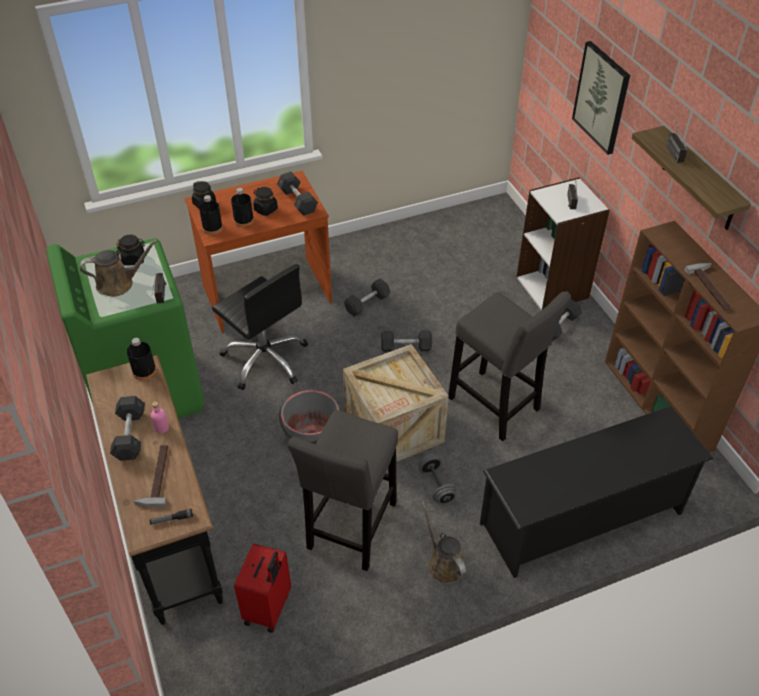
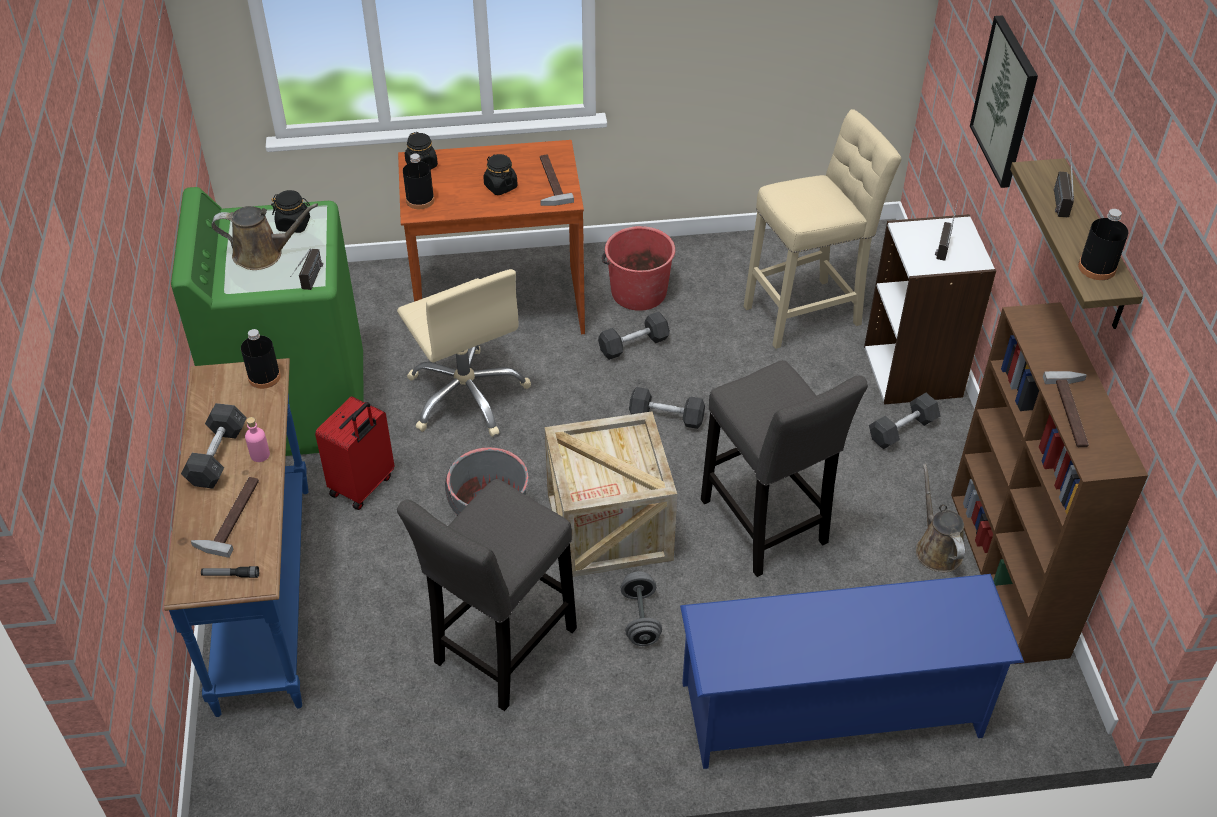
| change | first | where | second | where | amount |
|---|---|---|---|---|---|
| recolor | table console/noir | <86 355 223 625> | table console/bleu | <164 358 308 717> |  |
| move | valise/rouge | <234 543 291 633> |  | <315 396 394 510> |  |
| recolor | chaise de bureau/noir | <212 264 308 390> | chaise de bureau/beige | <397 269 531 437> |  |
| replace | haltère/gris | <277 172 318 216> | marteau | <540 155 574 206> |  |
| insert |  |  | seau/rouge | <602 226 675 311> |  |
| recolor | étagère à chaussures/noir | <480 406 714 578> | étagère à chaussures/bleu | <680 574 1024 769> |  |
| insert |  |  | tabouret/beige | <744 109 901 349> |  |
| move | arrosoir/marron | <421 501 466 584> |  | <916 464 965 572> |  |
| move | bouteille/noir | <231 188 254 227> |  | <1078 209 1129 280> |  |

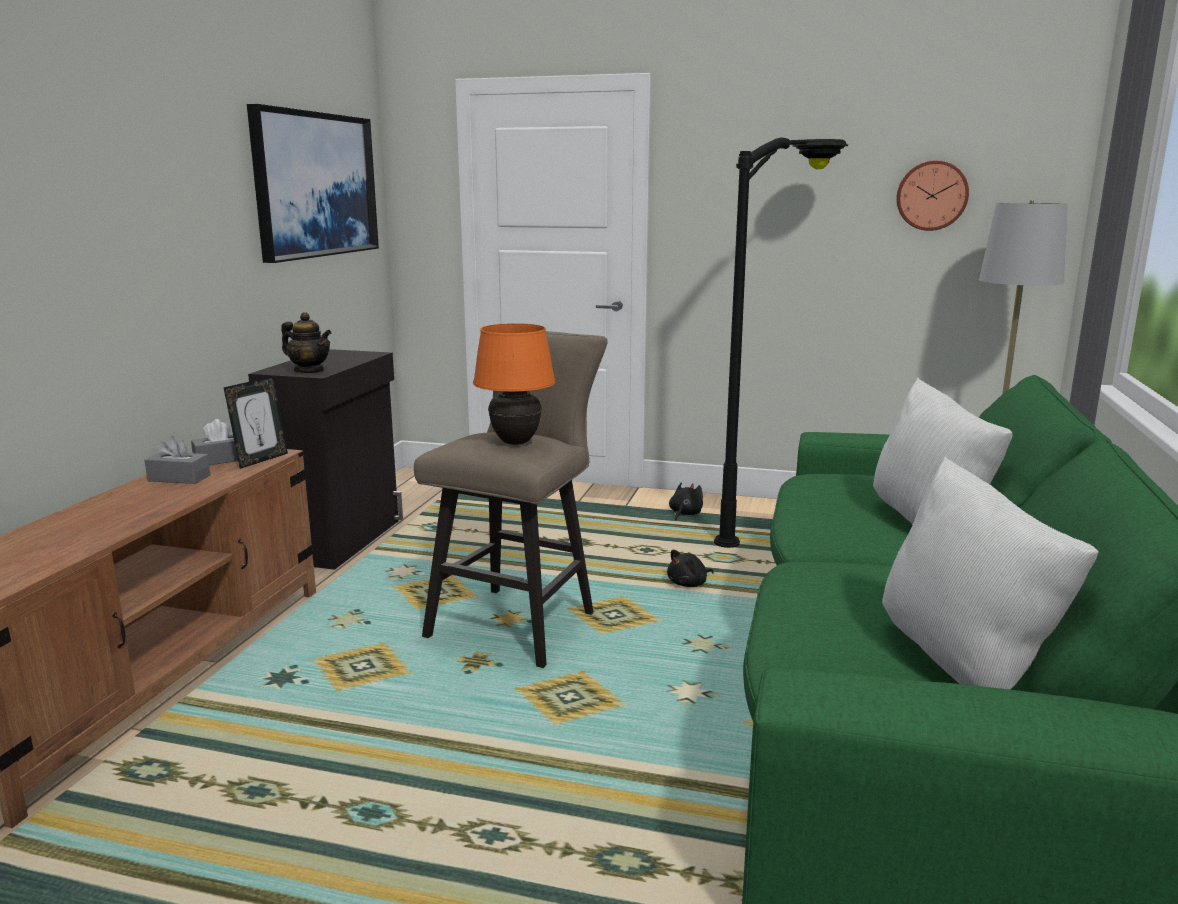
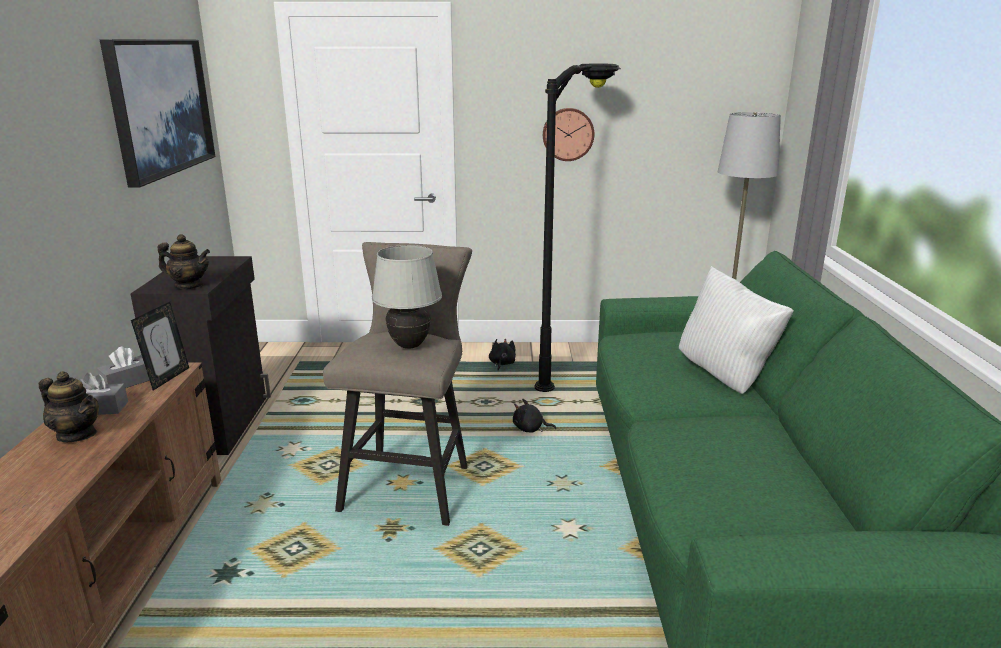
| change | first | where | second | where | amount |
|---|---|---|---|---|---|
| insert |  |  | théière | <39 371 99 442> |  |
| recolor | lampe de table/orange | <473 323 556 445> | lampe de table/blanc | <372 245 442 349> |  |
| rotate | peluche/noir | <667 549 714 587> |  | <513 399 556 432> | 60 degrees clockwise |
| move | horloge murale | <896 160 969 231> |  | <543 108 594 161> |  |
| delete | coussin/blanc | <882 457 1098 689> |  |  |  |

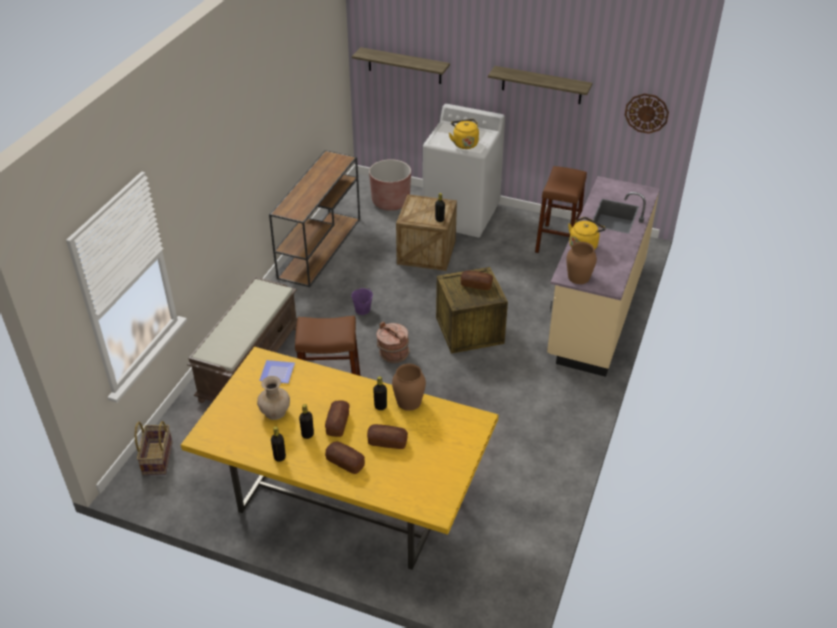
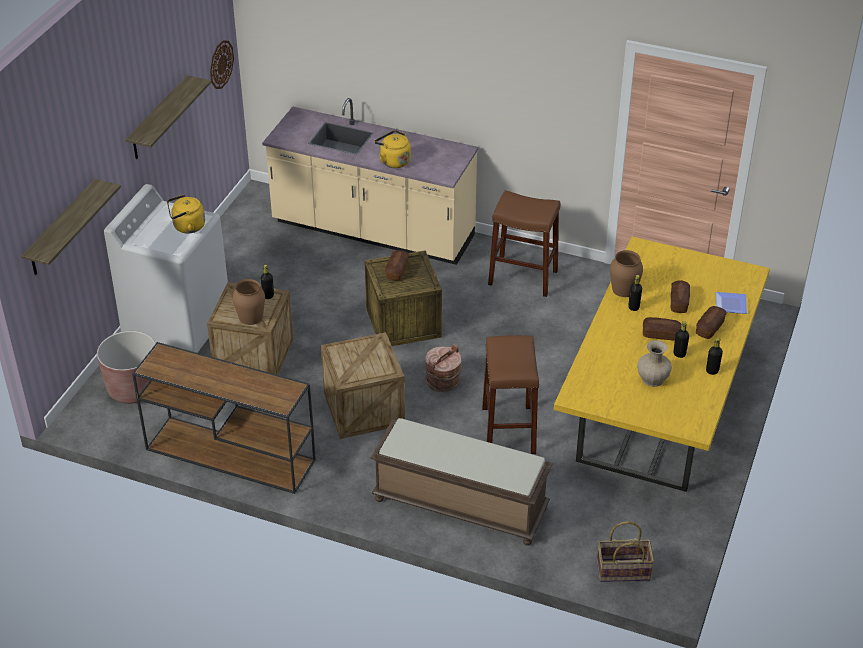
| change | first | where | second | where | amount |
|---|---|---|---|---|---|
| move | vase/marron | <566 242 597 284> |  | <233 279 265 325> |  |
| replace | seau/violet | <351 285 373 315> | caisse | <321 332 405 439> |  |
| move | tabouret/marron | <535 166 587 253> |  | <488 190 560 297> |  |
| move | assiette | <259 360 295 383> |  | <716 292 747 314> |  |

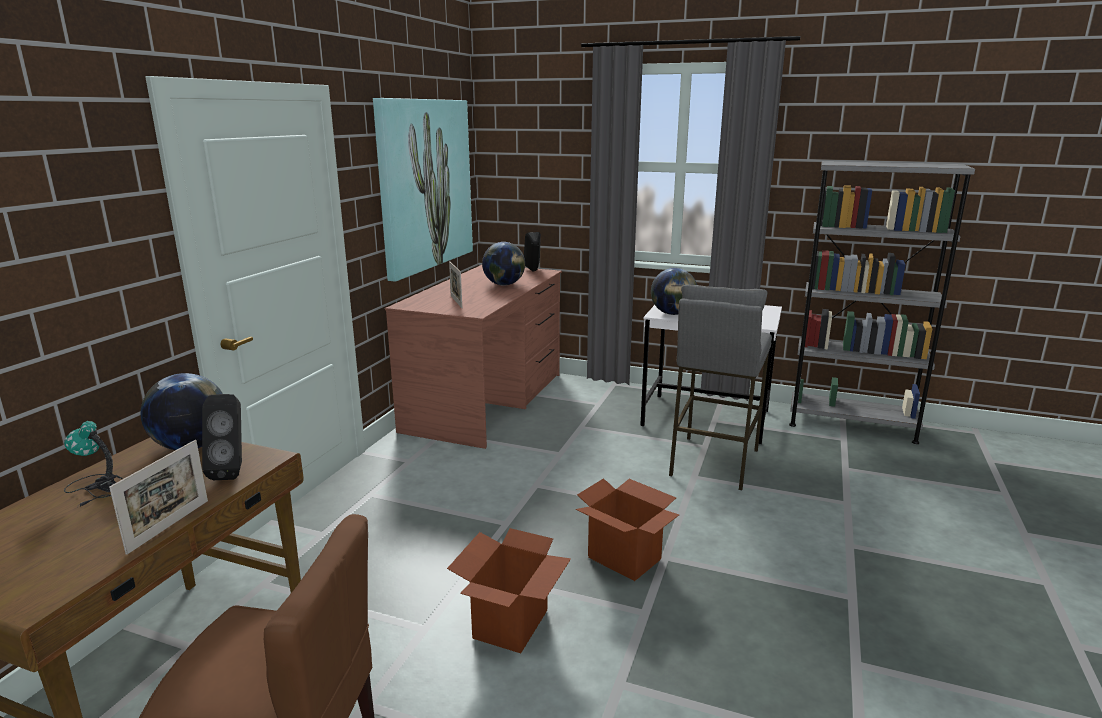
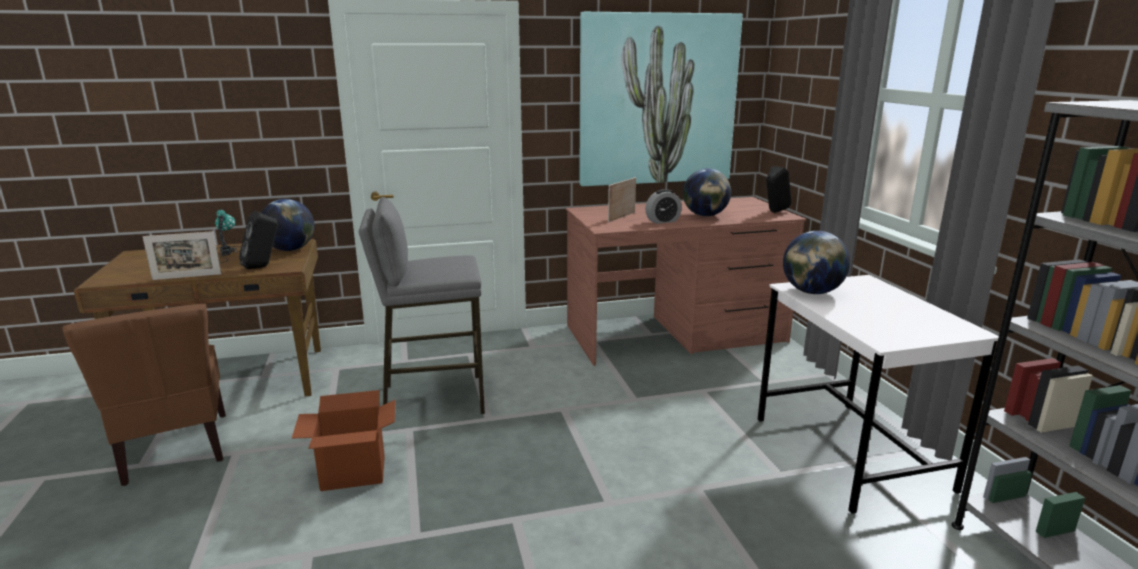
| change | first | where | second | where | amount |
|---|---|---|---|---|---|
| move | tabouret/gris | <669 285 772 490> |  | <359 197 485 414> |  |
| insert |  |  | réveil | <645 189 682 224> |  |
| delete | carton | <575 478 679 581> |  |  |  |

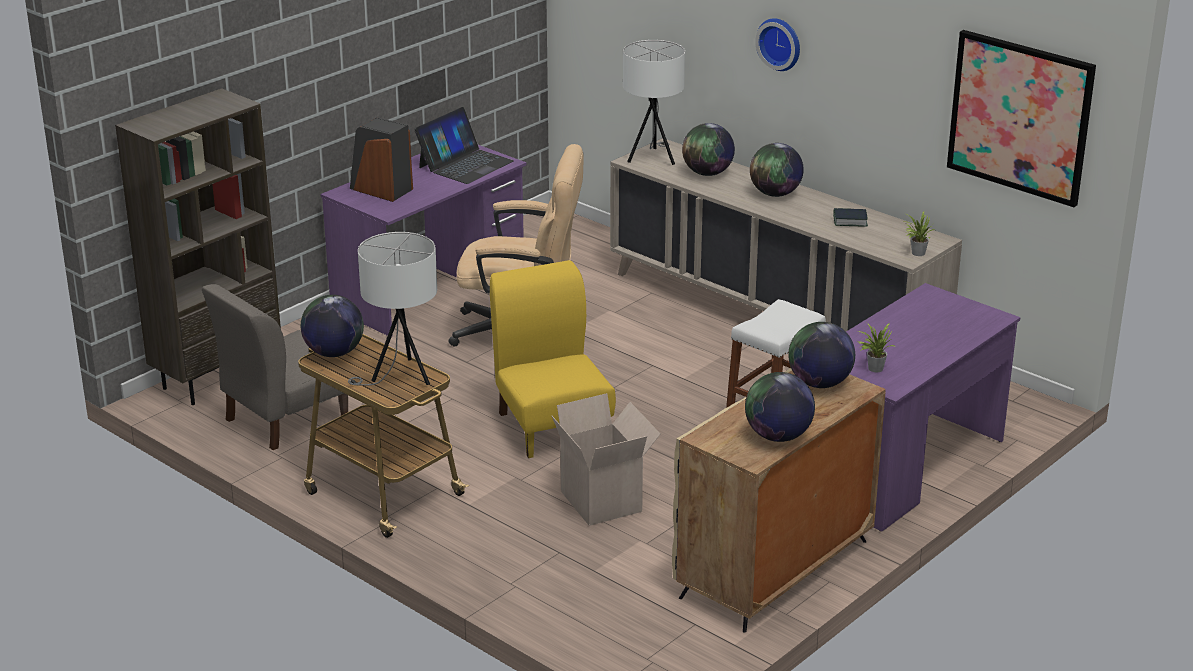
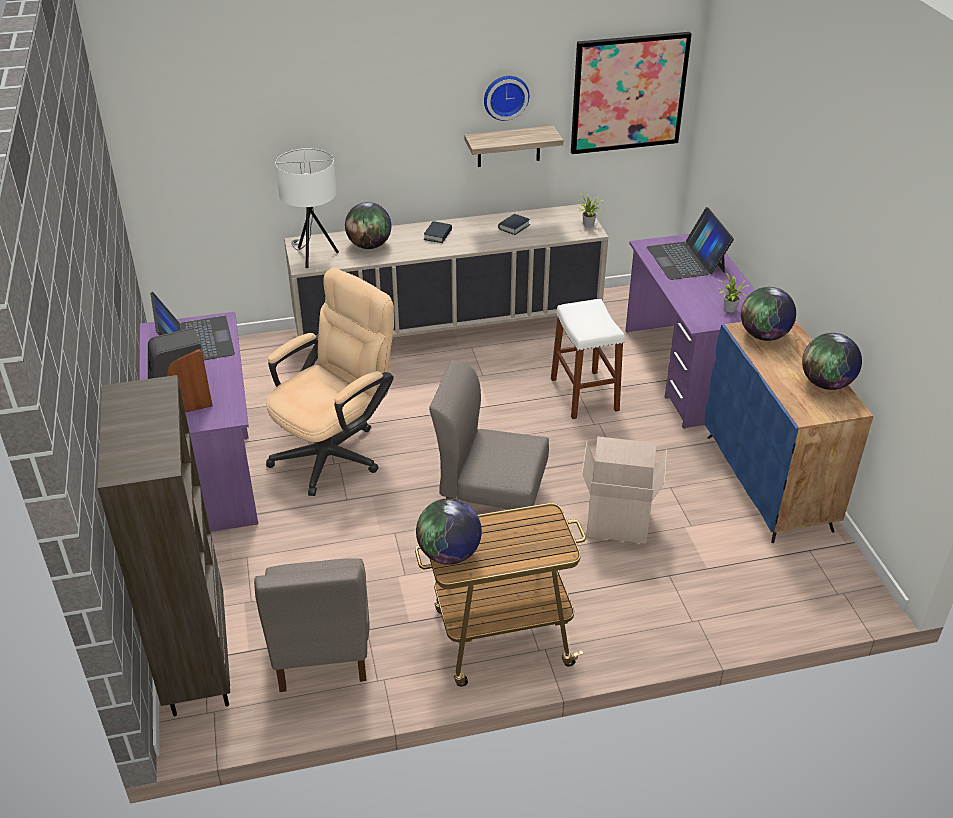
| change | first | where | second | where | amount |
|---|---|---|---|---|---|
| replace | globe | <750 143 804 197> | livre | <423 221 452 243> |  |
| recolor | chaise/jaune | <490 260 616 458> | chaise/gris | <429 360 549 510> |  |
| insert |  |  | étagère | <464 125 563 167> |  |
| move | horloge murale | <755 18 800 71> |  | <484 76 529 121> |  |
| insert |  |  | ordinateur portable | <647 207 734 280> |  |
| recolor | meuble de rangement/beige | <672 368 886 633> | meuble de rangement/bleu | <705 320 873 543> |  |
| delete | lampe de table/blanc | <348 232 437 385> |  |  |  |

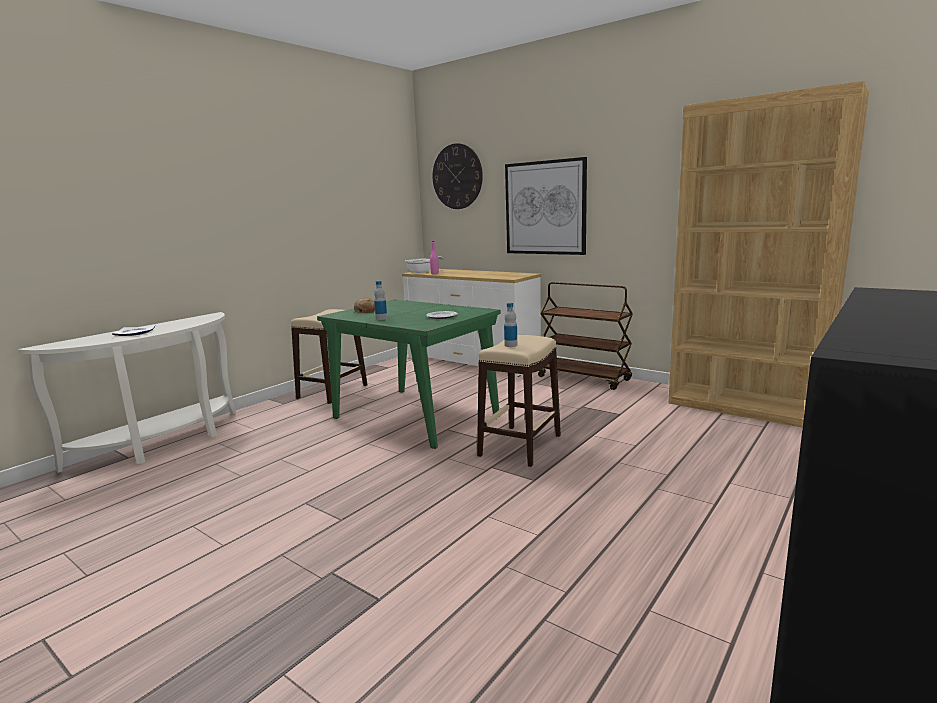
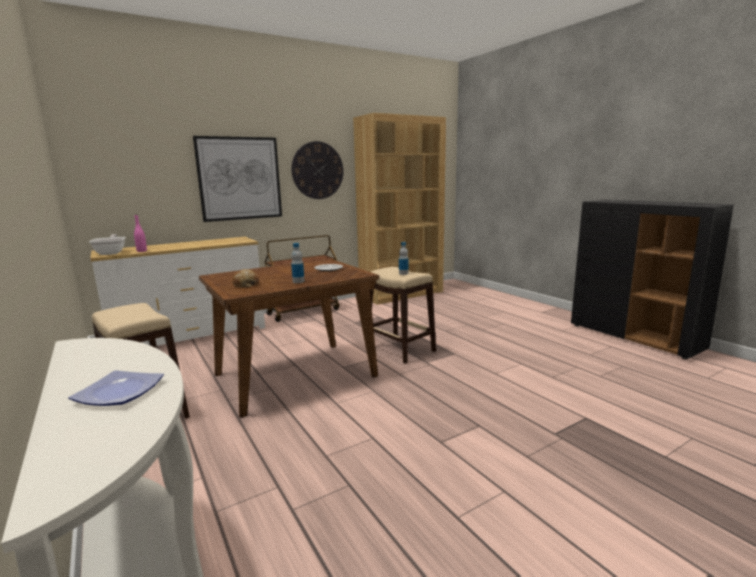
| change | first | where | second | where | amount |
|---|---|---|---|---|---|
| recolor | table à manger/vert | <317 299 500 449> | table à manger/marron | <199 259 379 418> |  |
| move | horloge murale | <433 143 483 209> |  | <291 141 343 199> |  |

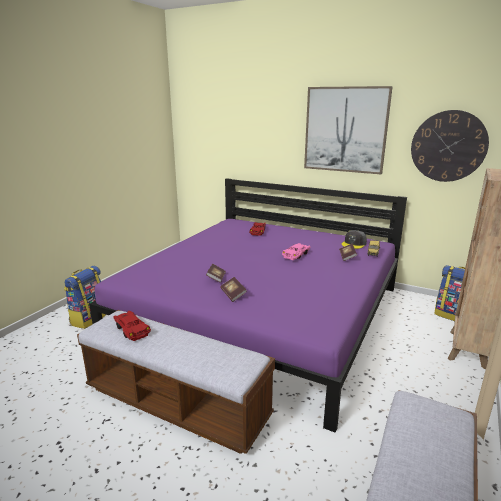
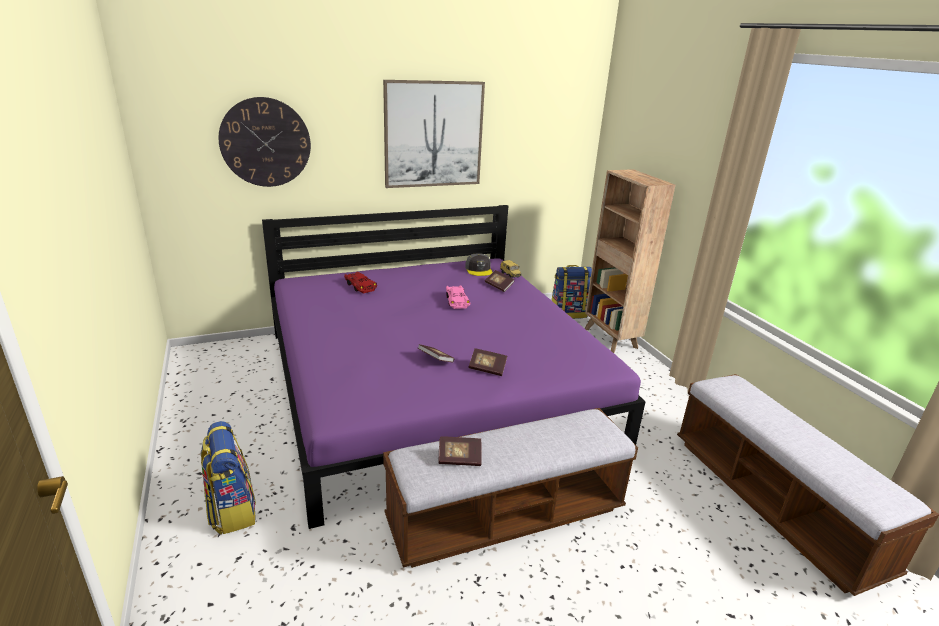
| change | first | where | second | where | amount |
|---|---|---|---|---|---|
| move | horloge murale | <411 110 489 182> |  | <219 97 311 187> |  |
| replace | petite voiture/rouge | <113 311 151 341> | livre | <438 436 482 466> |  |

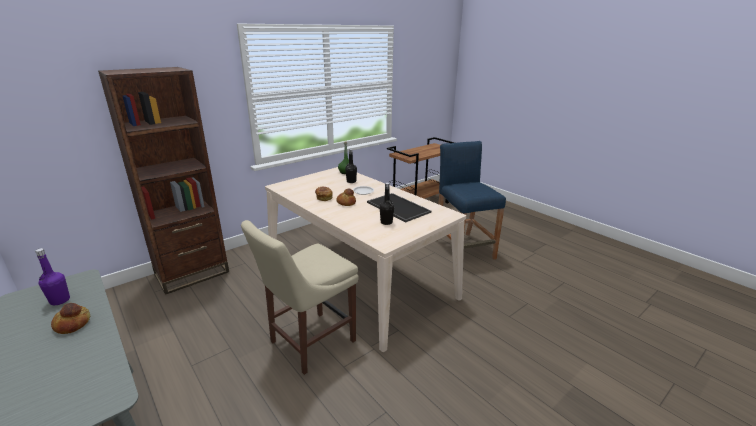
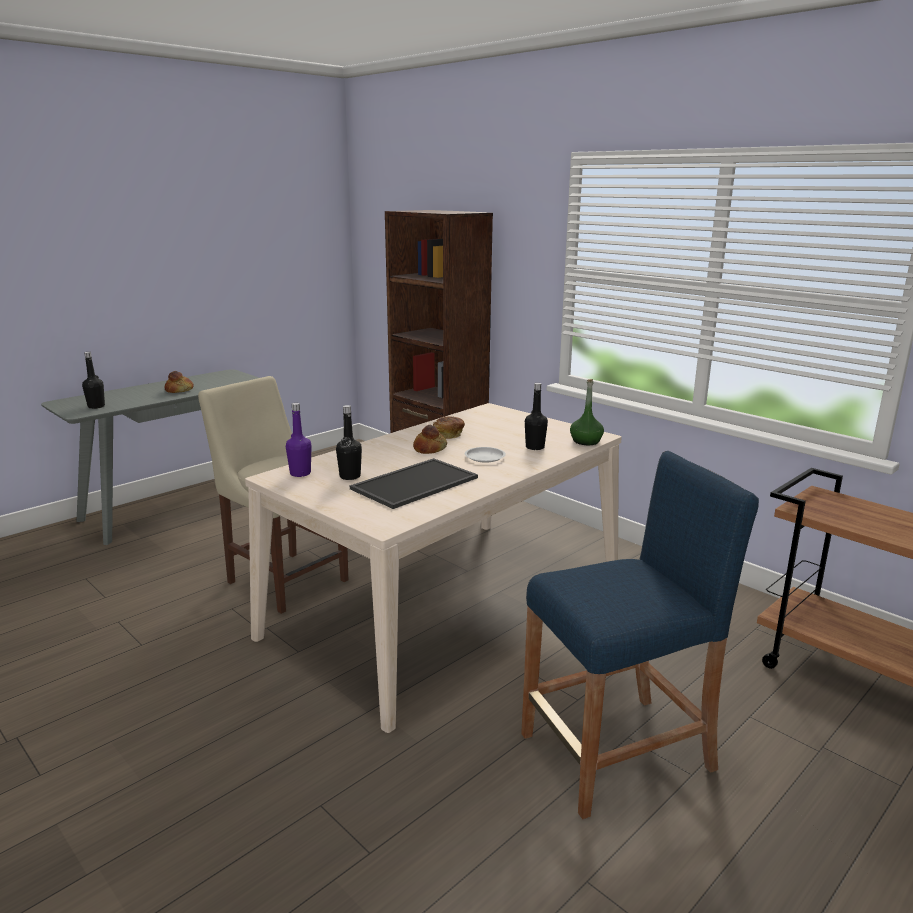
| change | first | where | second | where | amount |
|---|---|---|---|---|---|
| insert |  |  | bouteille/noir | <82 352 105 409> |  |
| move | bouteille/violet | <35 248 70 305> |  | <286 403 312 477> |  |

